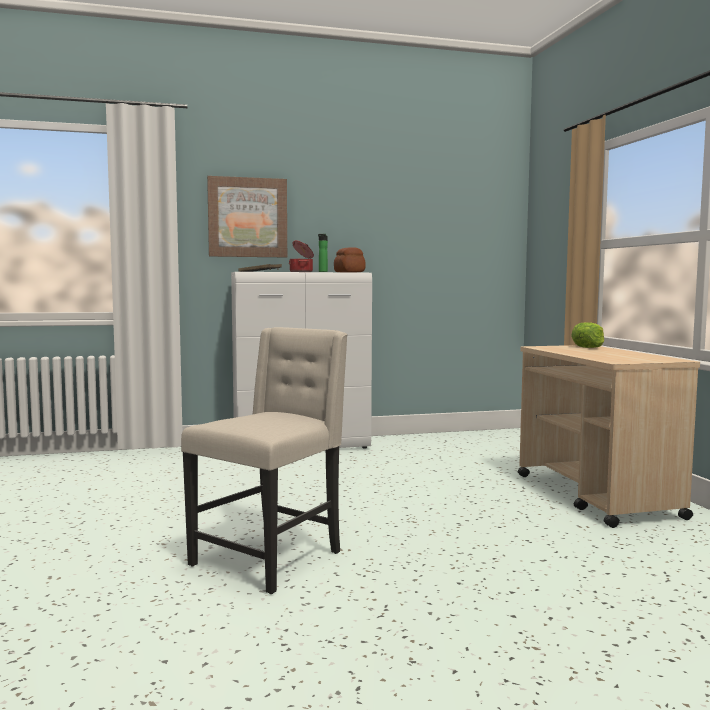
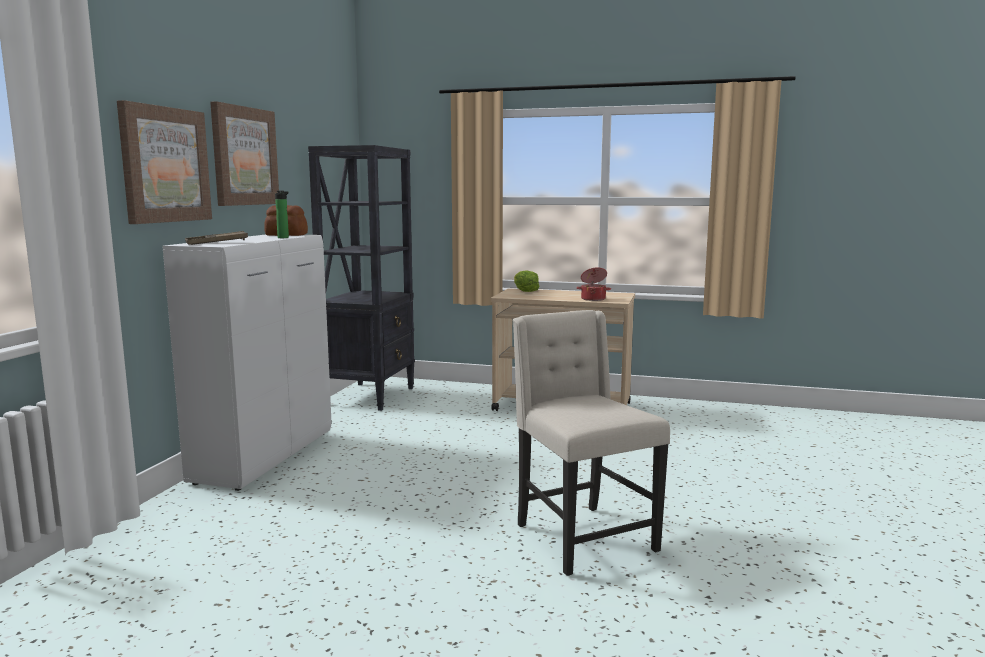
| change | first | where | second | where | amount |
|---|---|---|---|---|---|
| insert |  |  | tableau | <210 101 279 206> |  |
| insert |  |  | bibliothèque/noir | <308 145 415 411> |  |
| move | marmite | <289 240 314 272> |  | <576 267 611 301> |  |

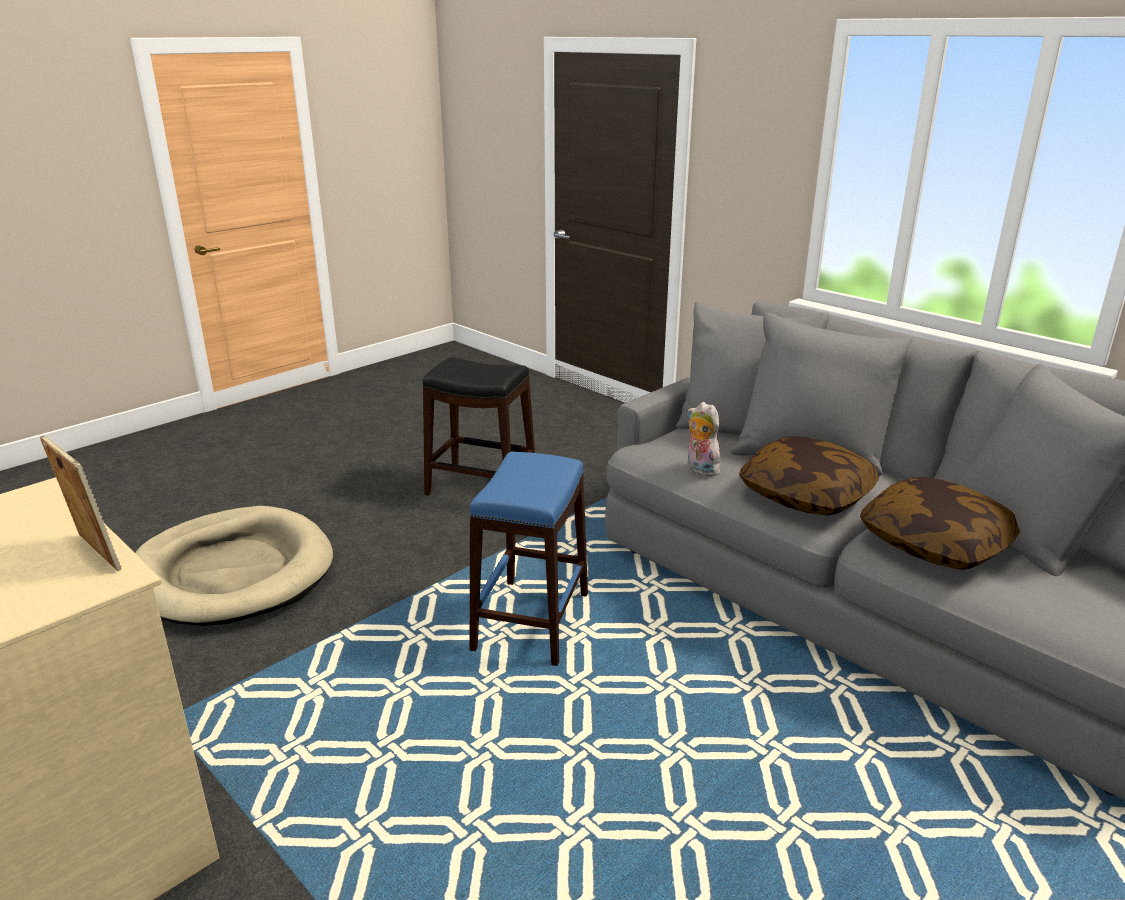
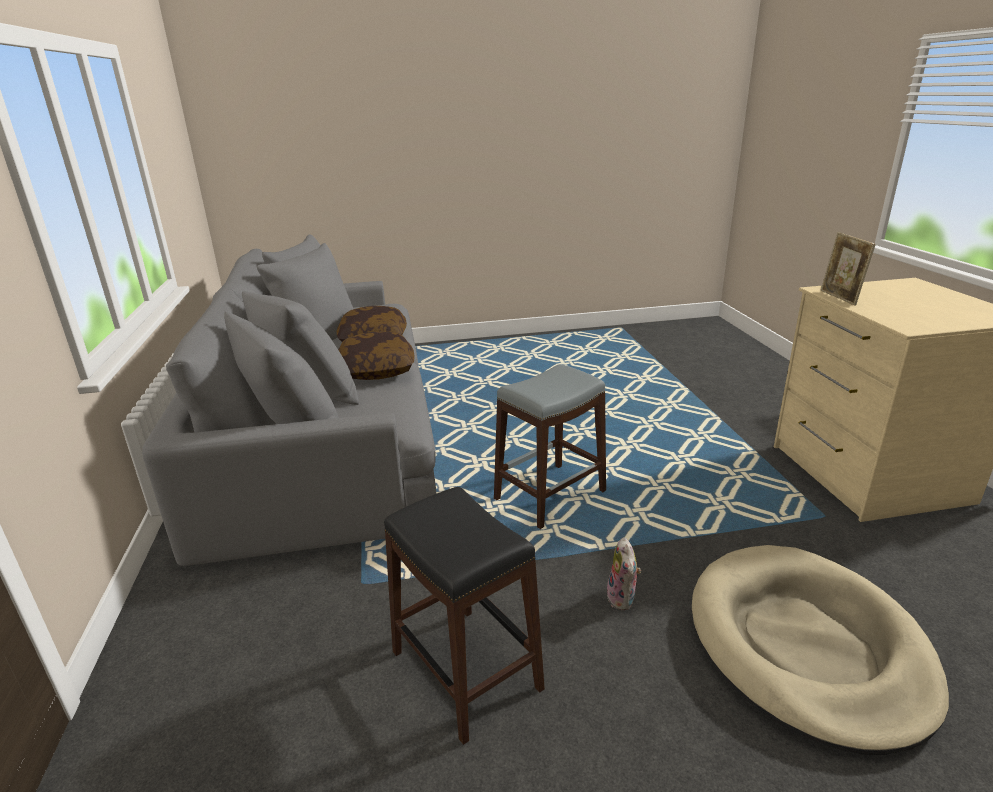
| change | first | where | second | where | amount |
|---|---|---|---|---|---|
| recolor | tabouret/bleu | <470 452 588 666> | tabouret/gris | <494 364 606 529> |  |
| move | peluche | <687 402 721 476> |  | <607 538 641 610> |  |

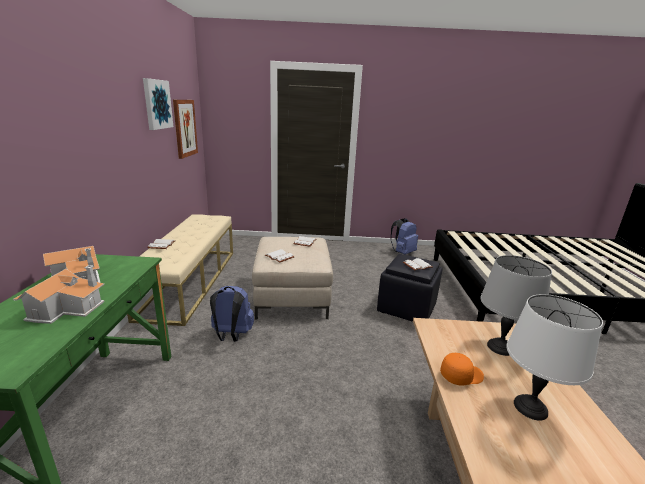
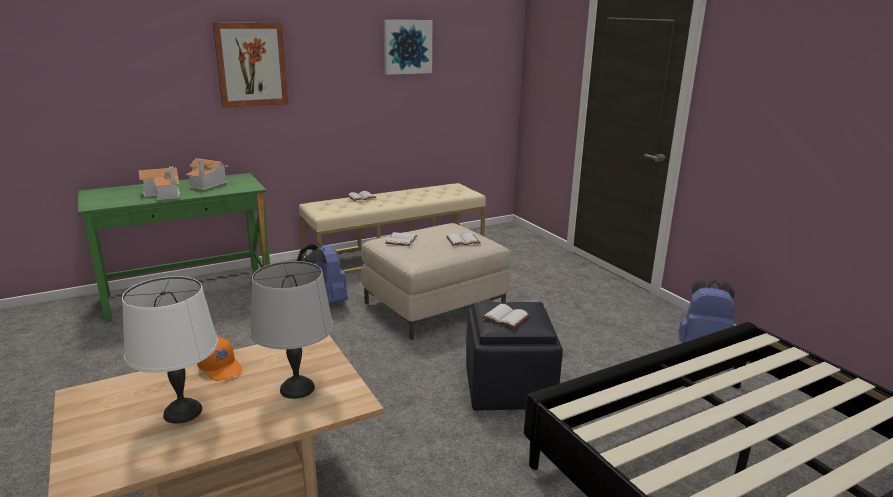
| change | first | where | second | where | amount |
|---|---|---|---|---|---|
| move | tableau | <173 100 198 159> |  | <212 22 288 108> |  |

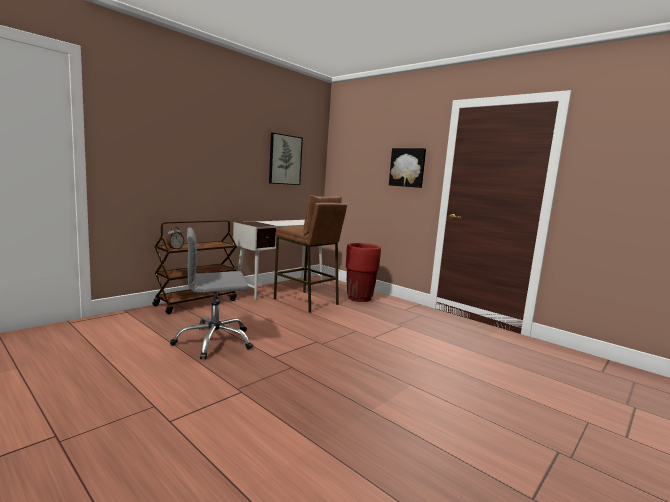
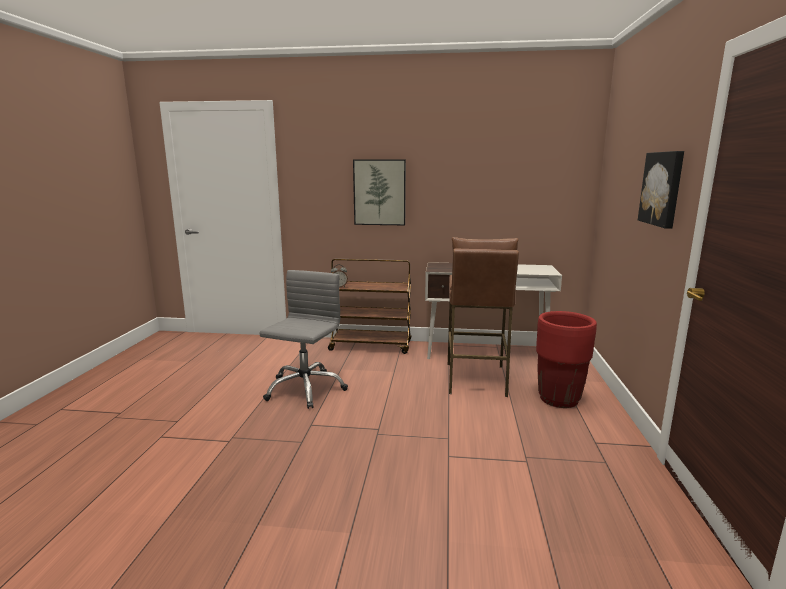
| change | first | where | second | where | amount |
|---|---|---|---|---|---|
| rotate | chaise de bureau/gris | <170 228 253 360> |  | <259 270 348 409> | 75 degrees clockwise |
| move | tableau | <269 133 303 185> |  | <353 159 406 225> |  |

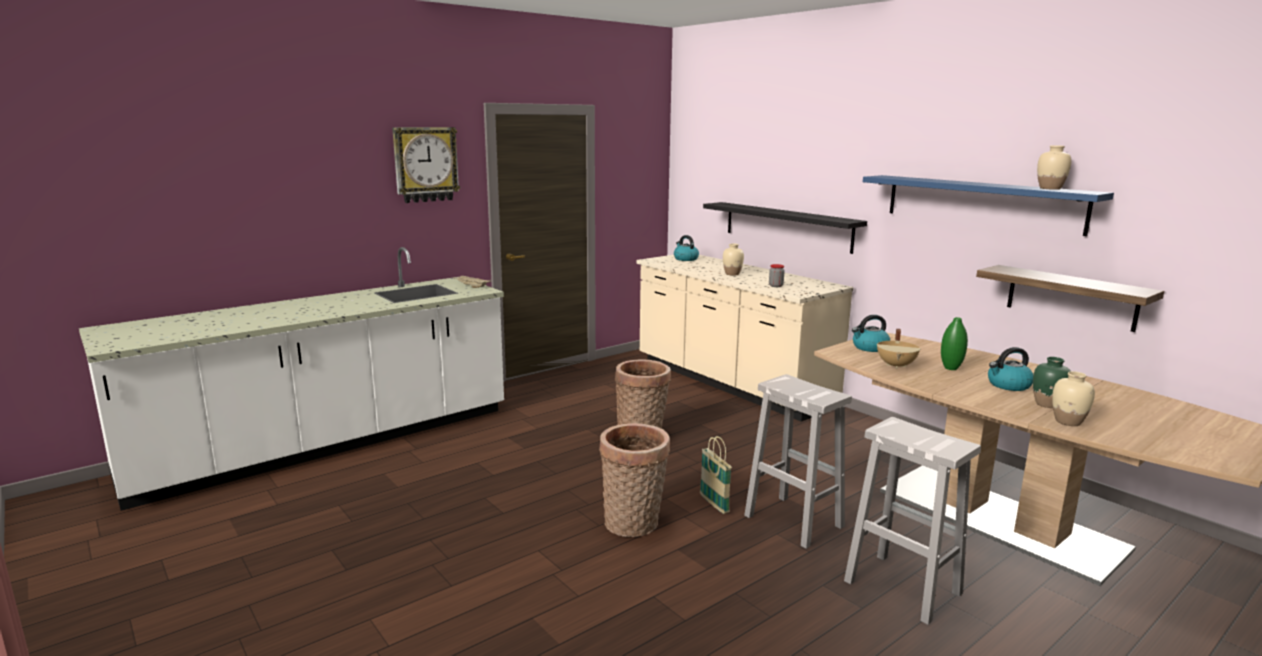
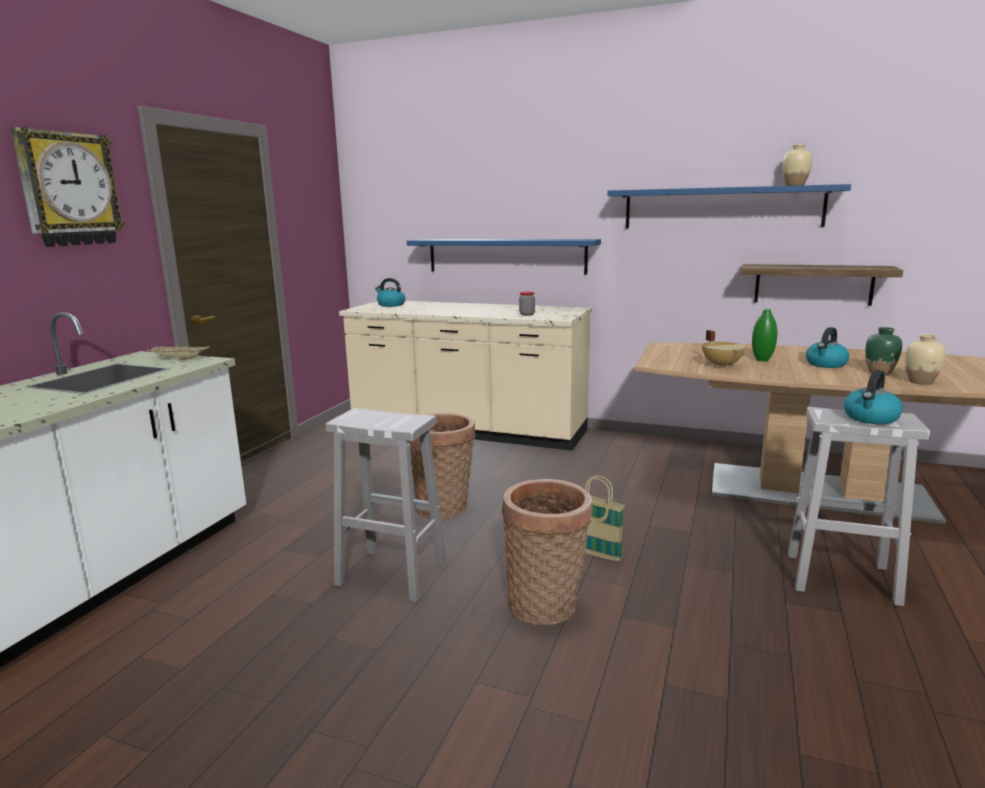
| change | first | where | second | where | amount |
|---|---|---|---|---|---|
| move | tabouret/blanc | <744 374 852 549> |  | <326 408 447 602> |  |
| recolor | étagère/noir | <703 202 867 254> | étagère/bleu | <407 239 601 274> |  |
| move | bouilloire | <852 315 890 352> |  | <843 370 903 424> |  |
| delete | vase/beige | <723 244 744 276> |  |  |  |

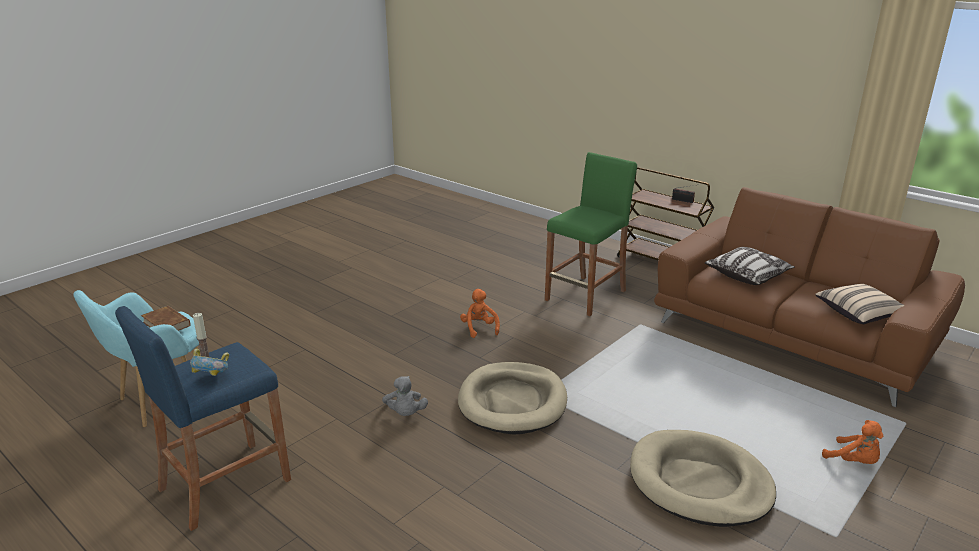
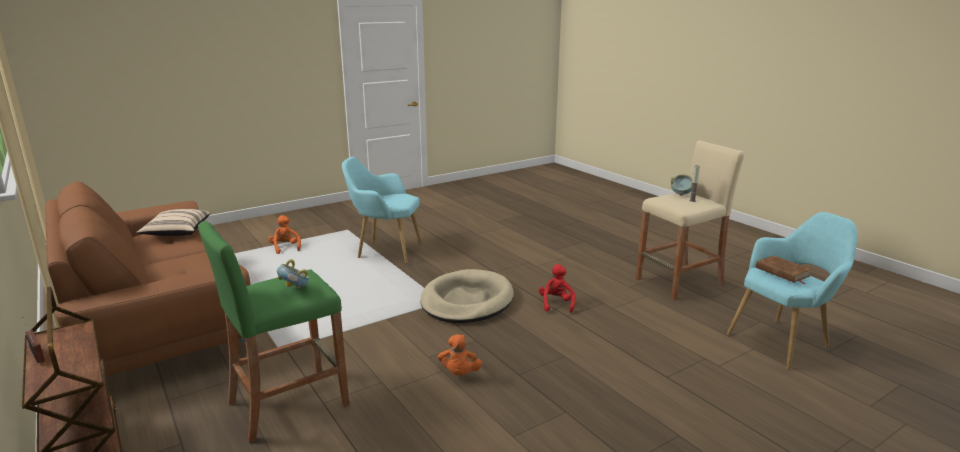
| change | first | where | second | where | amount |
|---|---|---|---|---|---|
| insert |  |  | bol | <277 259 309 289> |  |
| replace | panier pour chien/beige | <630 430 776 527> | fauteuil/turquoise | <342 157 422 264> |  |
| recolor | peluche/gris | <382 376 428 416> | peluche/rouge | <539 264 576 313> |  |
| recolor | tabouret/bleu | <115 306 291 531> | tabouret/beige | <636 140 744 300> |  |
| delete | coussin | <705 247 795 285> |  |  |  |

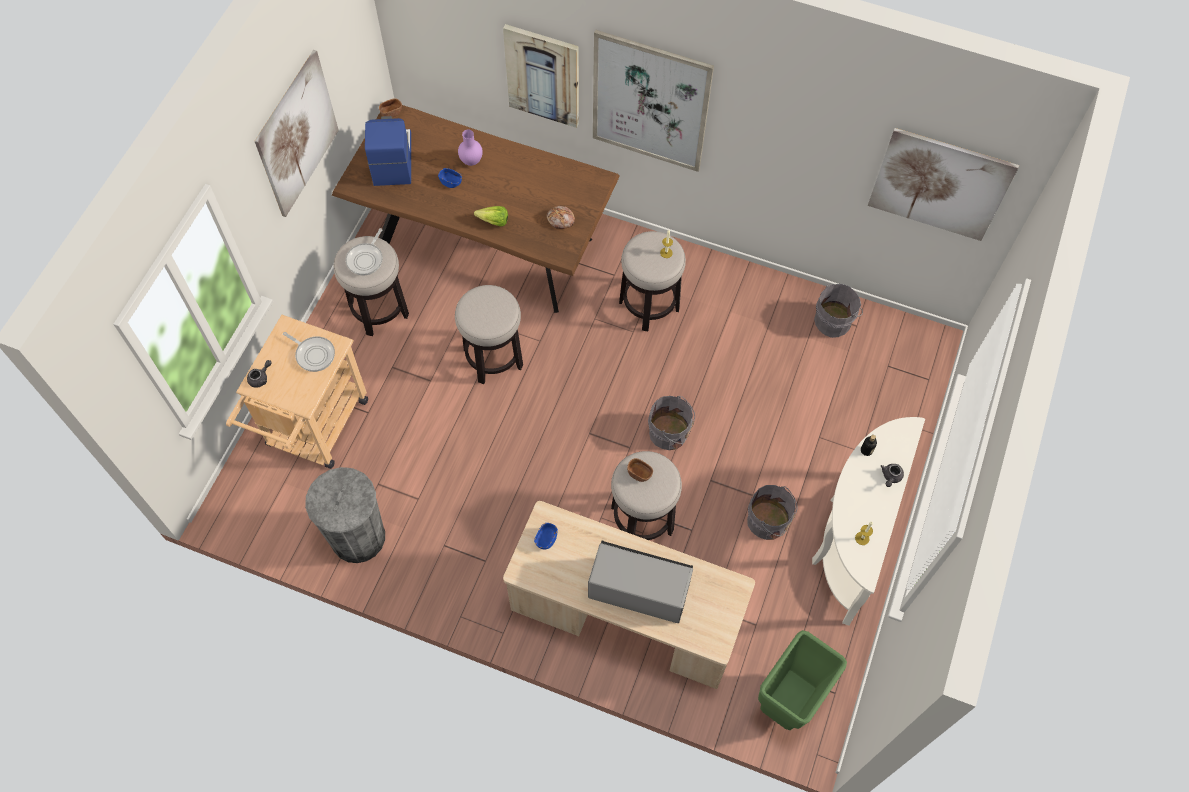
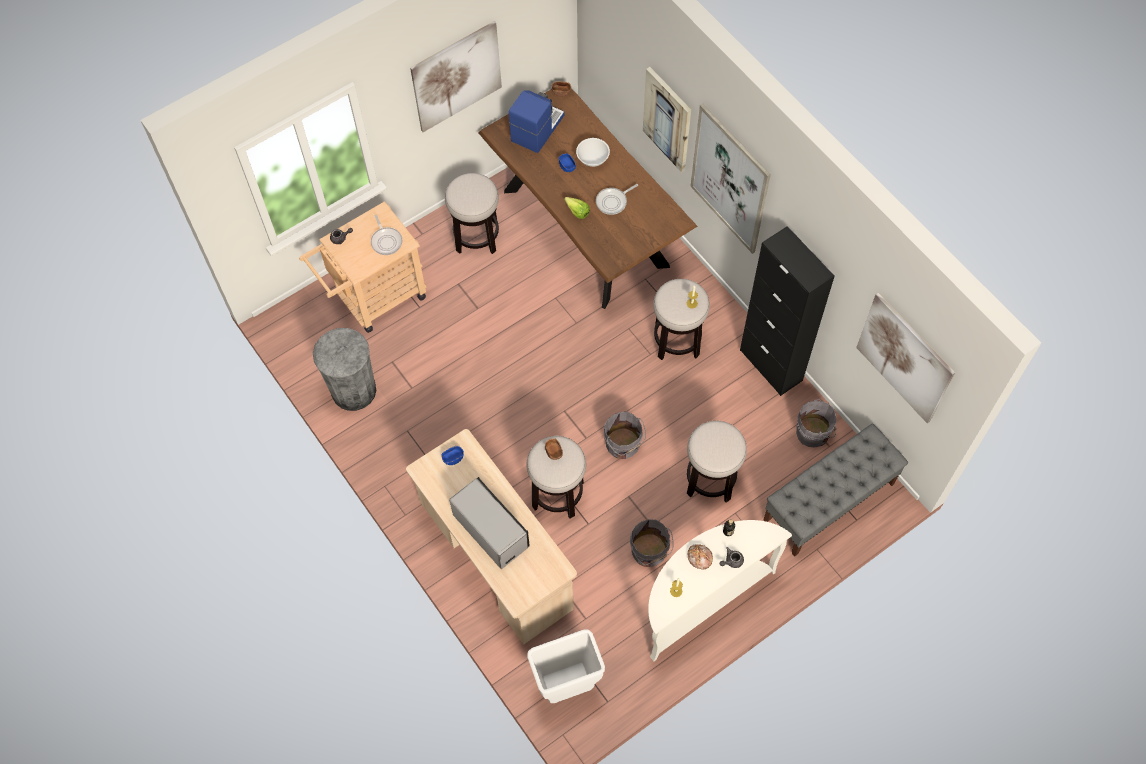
| change | first | where | second | where | amount |
|---|---|---|---|---|---|
| recolor | poubelle/vert | <758 630 847 730> | poubelle/blanc | <527 629 605 703> |  |
| replace | vase/violet | <458 130 483 166> | bol/blanc | <576 138 610 167> |  |
| move | poêle | <346 228 383 276> |  | <596 184 638 215> |  |
| move | tabouret | <455 285 523 384> |  | <687 421 747 502> |  |
| move | pain | <547 206 575 229> |  | <688 544 713 570> |  |
| insert |  |  | meuble de rangement/noir | <740 226 835 396> |  |
| insert |  |  | banc/gris | <763 423 908 557> |  |

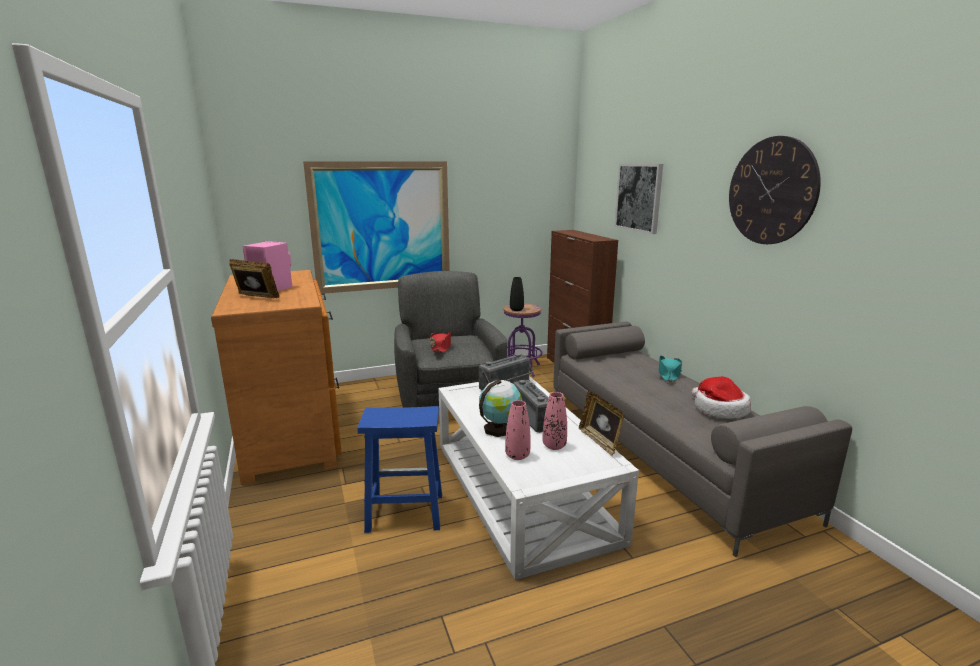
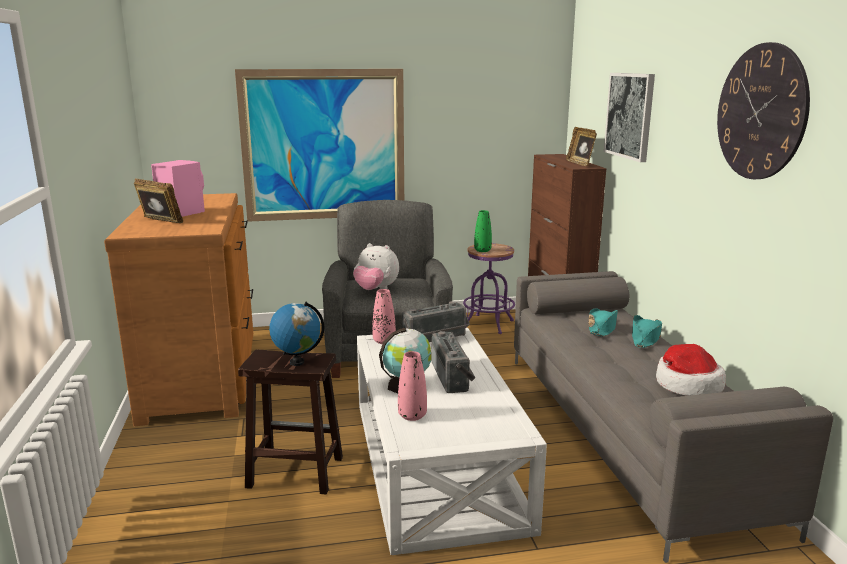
| change | first | where | second | where | amount |
|---|---|---|---|---|---|
| recolor | tabouret/bleu | <358 406 442 533> | tabouret/marron | <238 349 343 495> |  |
| insert |  |  | globe | <269 301 324 366> |  |
| replace | chapeau/rouge | <430 332 451 353> | peluche | <353 243 399 290> |  |
| move | vase/rose | <543 392 567 450> |  | <372 289 396 344> |  |
| recolor | vase/noir | <510 277 524 311> | vase/vert | <474 210 492 252> |  |
| move | cadre photo | <579 391 624 456> |  | <566 127 597 166> |  |
| insert |  |  | chapeau/turquoise | <588 308 618 336> |  |

